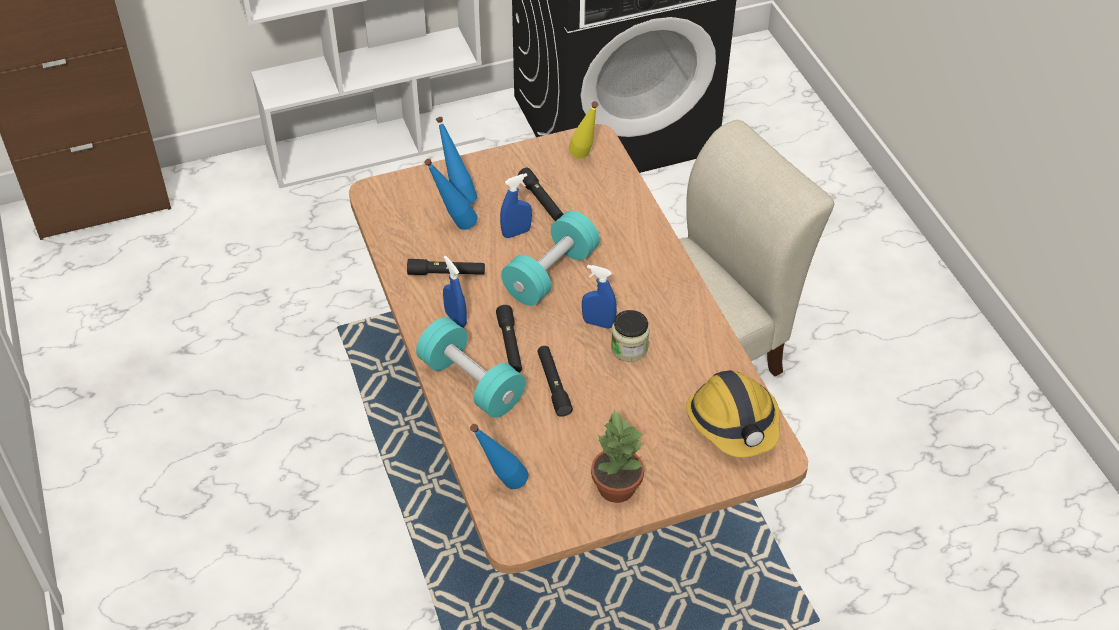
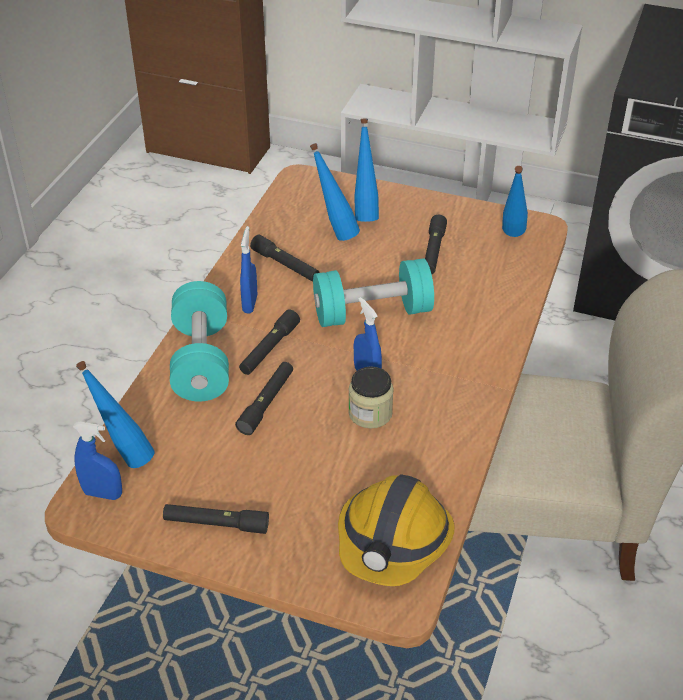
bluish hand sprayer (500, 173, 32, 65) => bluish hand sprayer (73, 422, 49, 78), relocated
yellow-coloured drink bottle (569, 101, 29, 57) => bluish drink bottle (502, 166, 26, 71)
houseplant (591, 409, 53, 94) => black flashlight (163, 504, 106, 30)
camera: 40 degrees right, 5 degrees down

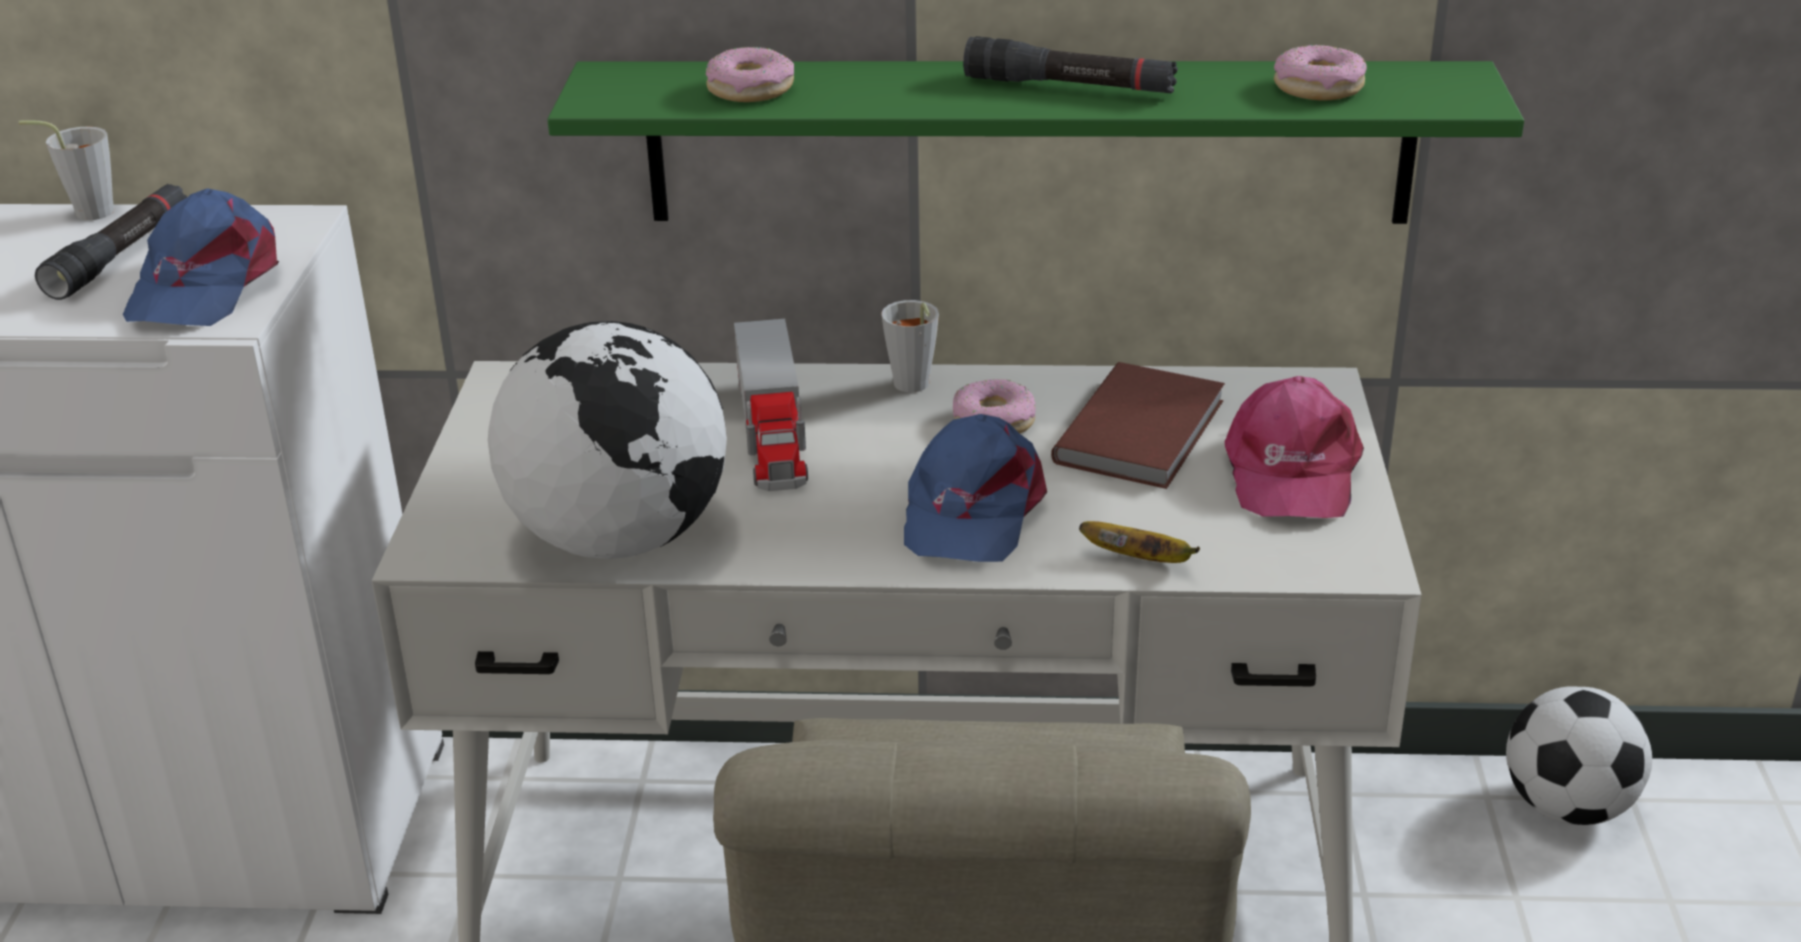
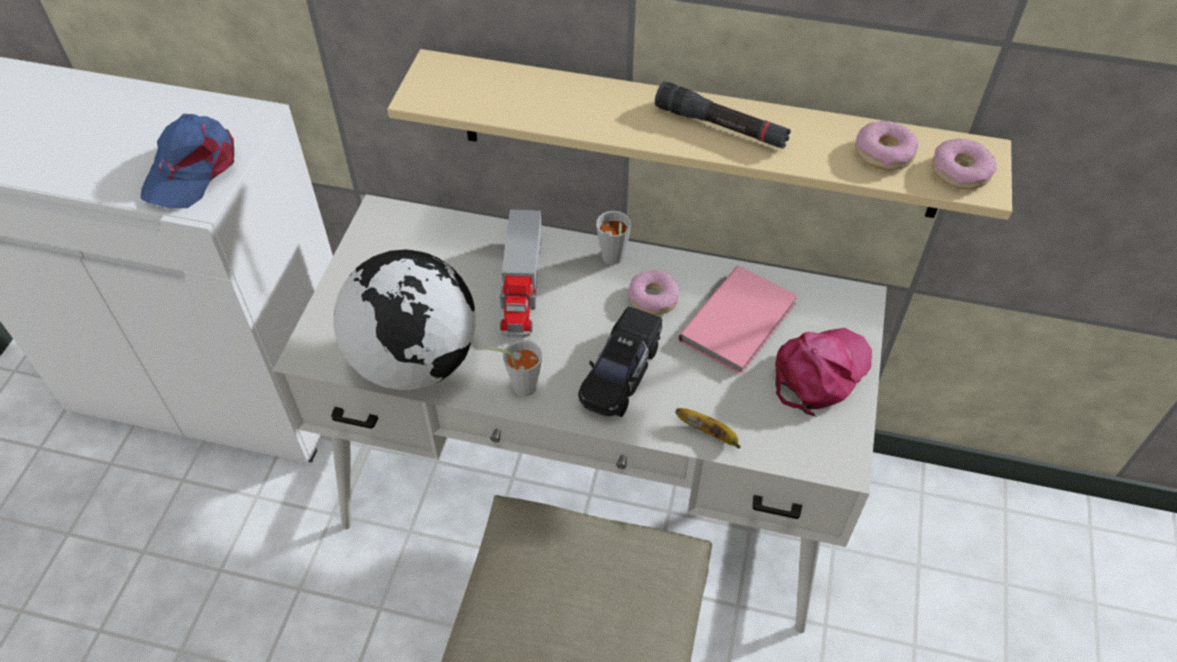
gray cup (19, 120, 95, 100) => gray cup (488, 340, 54, 57), relocated
black flashlight (35, 184, 152, 116) => nothing
greenish wall shelf (547, 61, 977, 163) => sand-coloured wall shelf (387, 49, 625, 171)
ring doughnut (706, 47, 88, 55) => ring doughnut (932, 139, 65, 51), relocated
bluish cap (904, 414, 143, 148) => black model car (578, 307, 84, 110)
brownish book (1051, 362, 174, 127) => pinkish book (678, 266, 120, 109)
pinkish cap (1225, 376, 139, 142) => pinkish cap (775, 328, 97, 88), 150 degrees counterclockwise
football (1506, 686, 146, 139) => nothing
camera: 10 degrees right, 20 degrees up

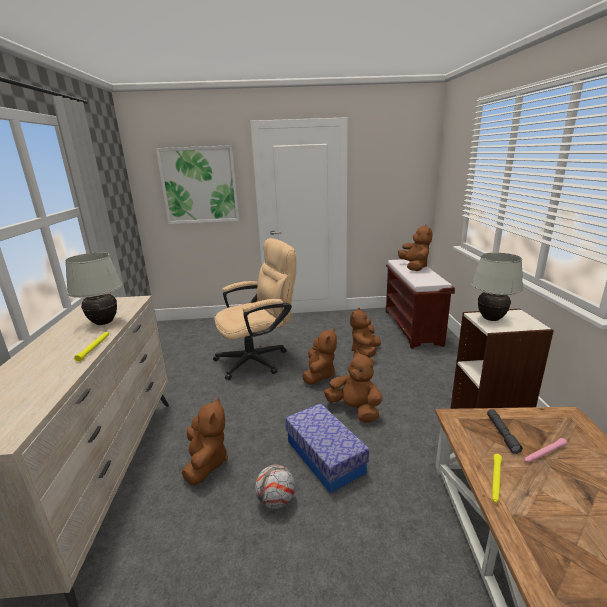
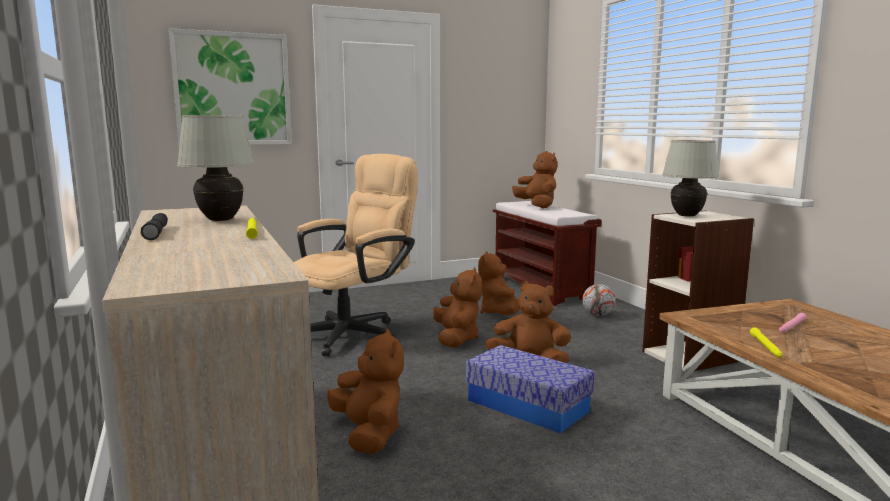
football (255, 465, 40, 44) => football (582, 284, 34, 32), relocated
gray flashlight (487, 409, 36, 45) => gray flashlight (141, 213, 27, 27), relocated
camera: 20 degrees left, 10 degrees down

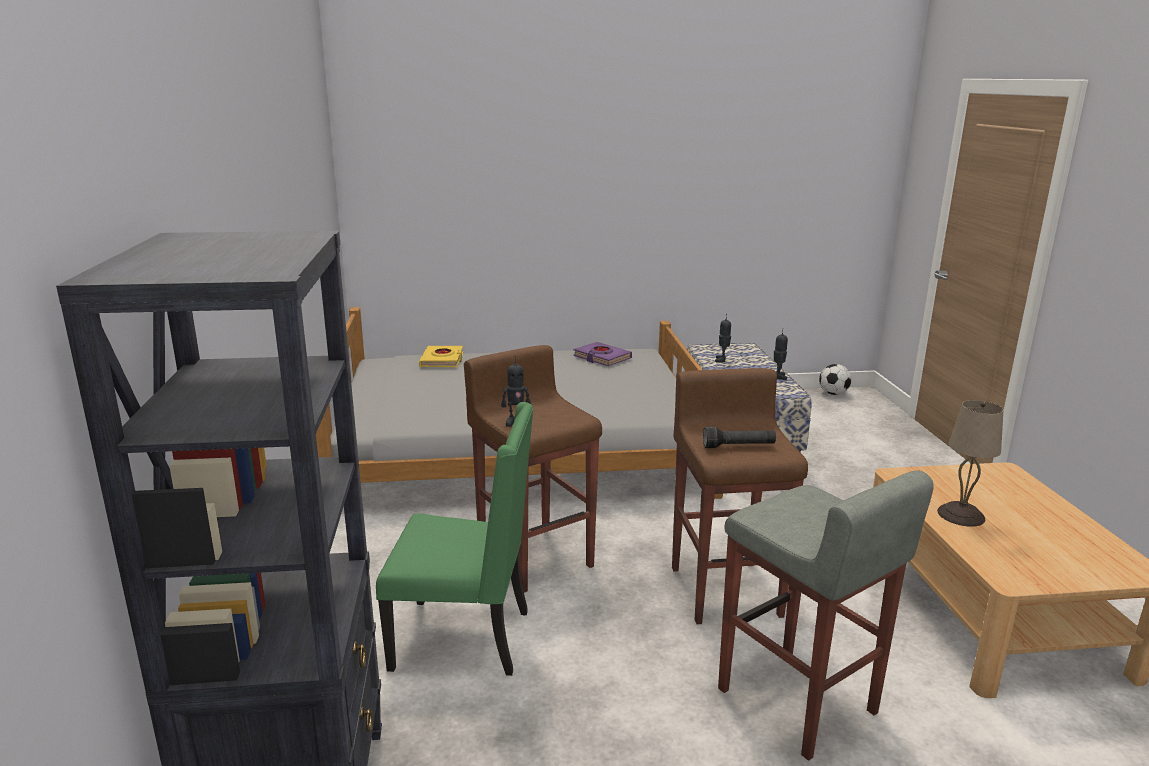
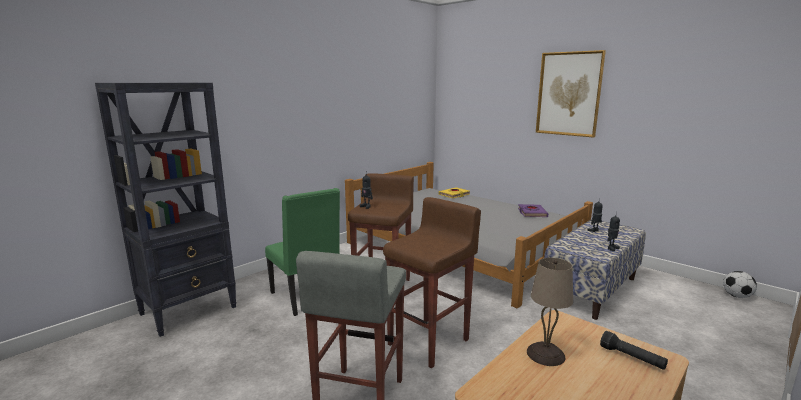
black flashlight (703, 427, 73, 21) => black flashlight (600, 331, 68, 39), relocated
nothing => wall art (536, 50, 70, 88)
camera: 50 degrees right, 5 degrees down

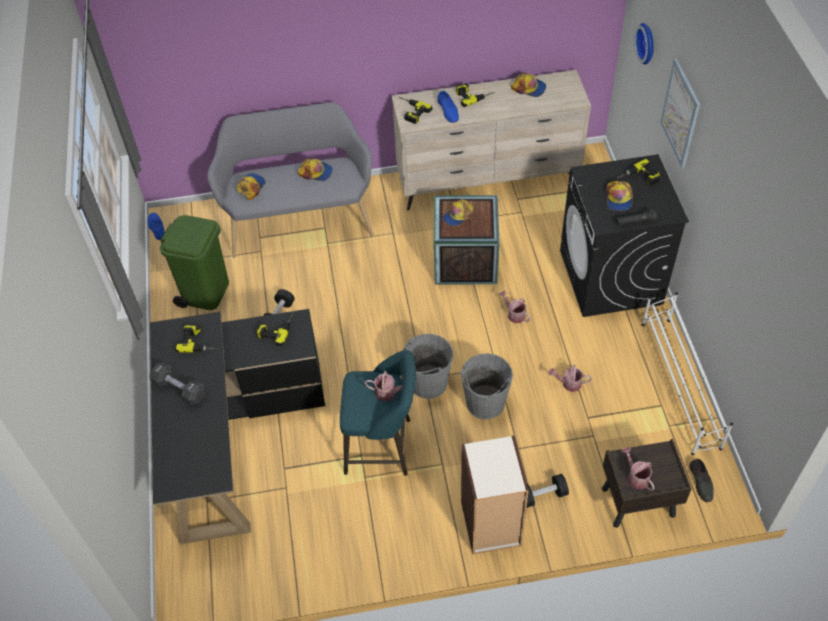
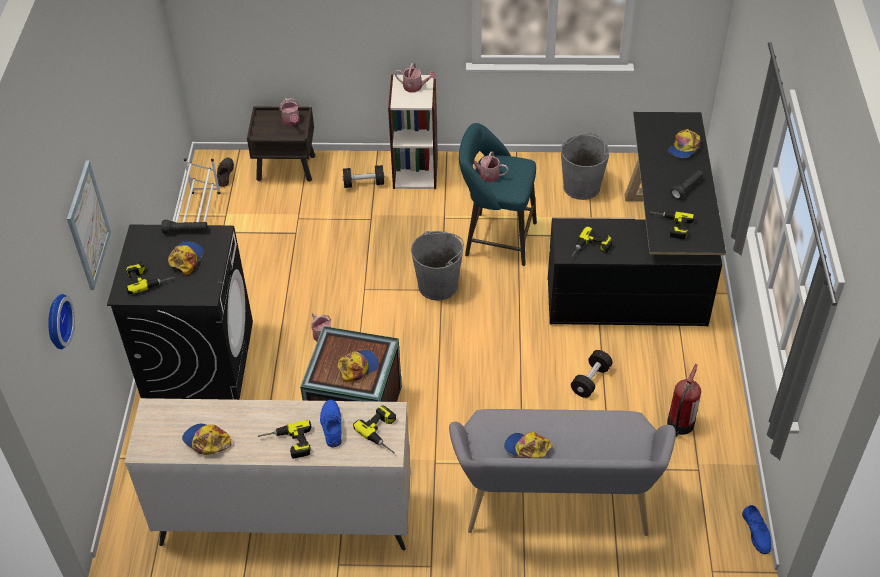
black dumbbell (149, 362, 56, 43) => black flashlight (671, 170, 33, 29)
greenish waste bin (160, 215, 69, 95) => extinguisher (667, 364, 34, 73)
cap (236, 173, 30, 27) => cap (668, 129, 32, 29), relocated
gray pail (461, 353, 52, 66) => gray pail (561, 133, 49, 67), relocated
sprinkling can (548, 364, 44, 28) => sprinkling can (395, 63, 41, 29), relocated
camera: 170 degrees left, 5 degrees down

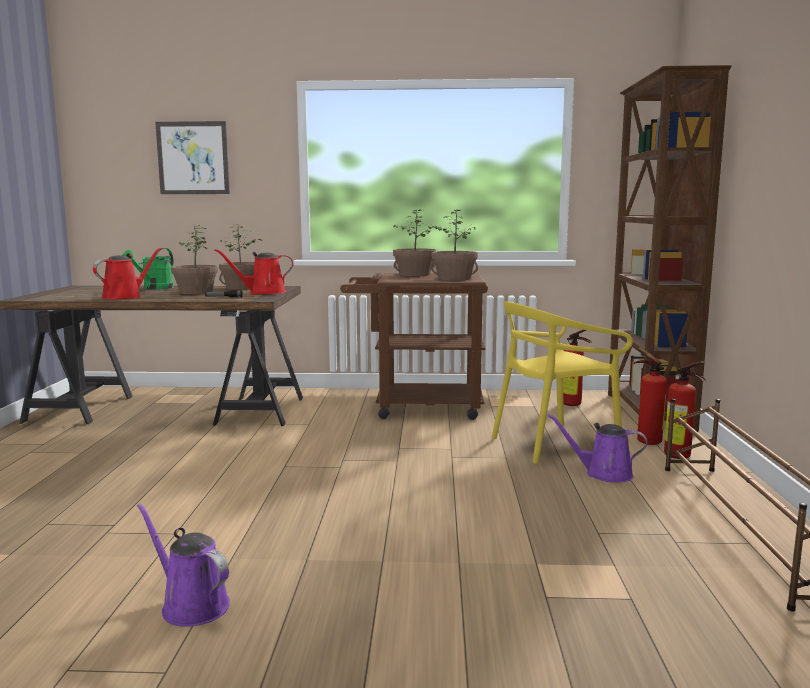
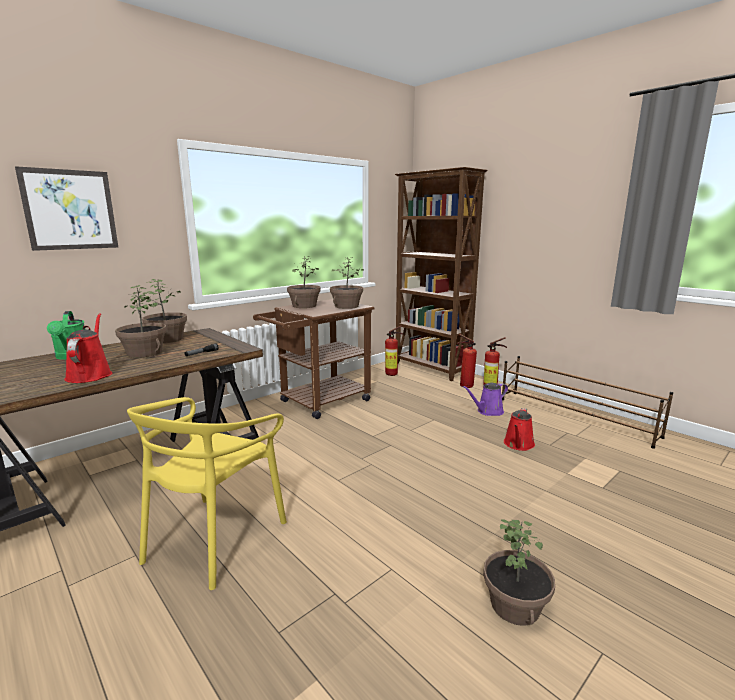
purplish sprinkling can (137, 503, 93, 124) => houseplant (483, 519, 72, 107)
reddish sprinkling can (215, 249, 79, 45) => reddish sprinkling can (504, 408, 31, 43), relocated
yellow-coloured upright chair (492, 301, 141, 163) => yellow-coloured upright chair (127, 397, 160, 193), relocated
camera: 45 degrees left, 5 degrees up

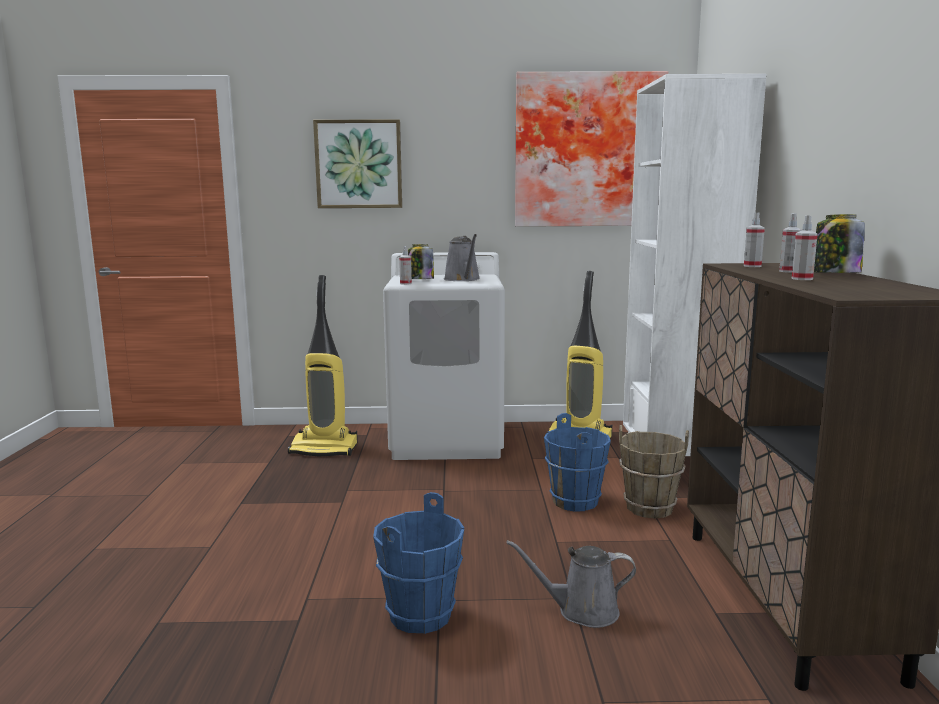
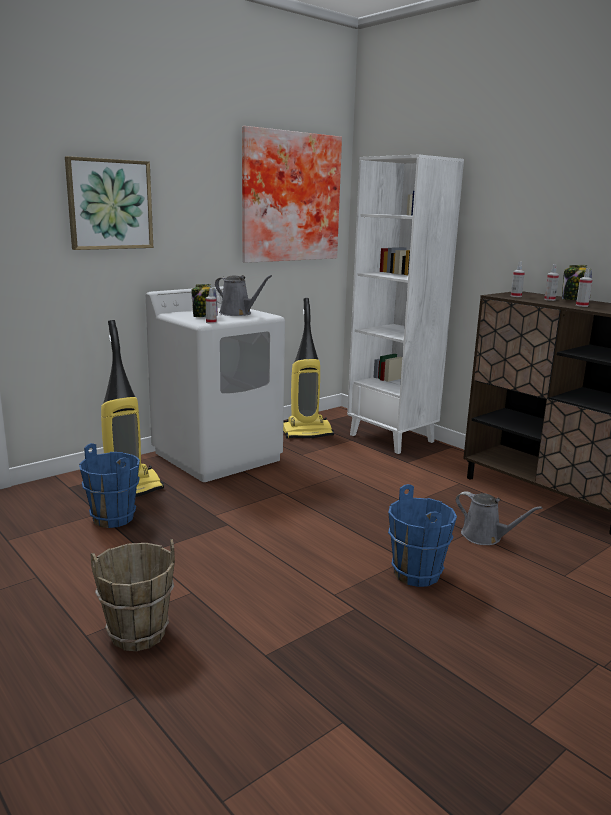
gray sprinkling can (506, 540, 130, 88) => gray sprinkling can (456, 491, 87, 54), 105 degrees counterclockwise
bluish pail (544, 413, 67, 99) => bluish pail (79, 443, 61, 85), relocated
brownish pail (619, 425, 70, 94) => brownish pail (90, 539, 85, 112), relocated
camera: 40 degrees left, 5 degrees up

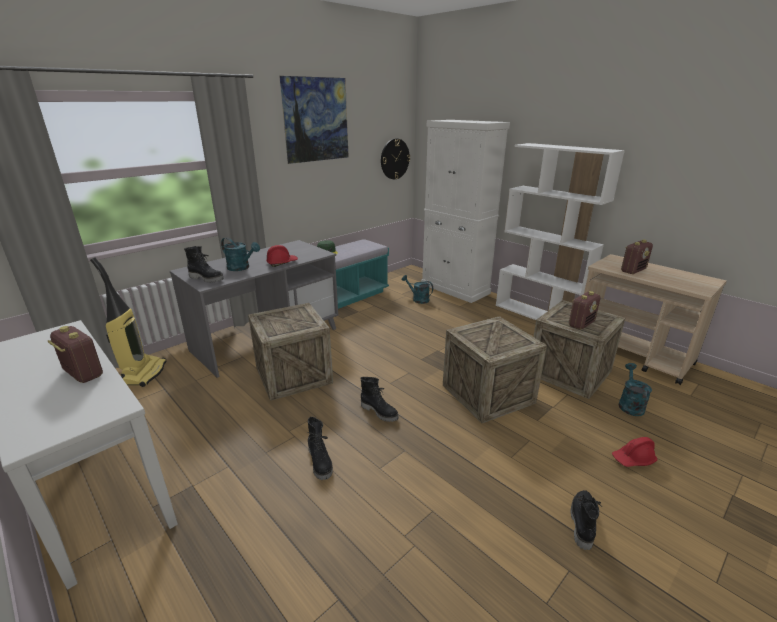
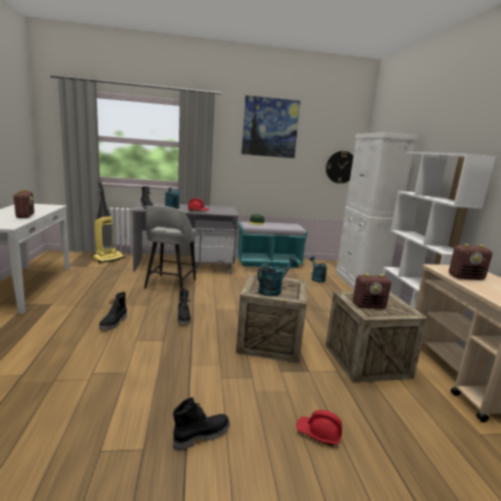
crate (248, 303, 85, 98) => gray sitting stool (144, 206, 52, 83)
turquoise sprinkling can (619, 363, 33, 53) => turquoise sprinkling can (257, 257, 40, 39), relocated
camera: 35 degrees right, 10 degrees down

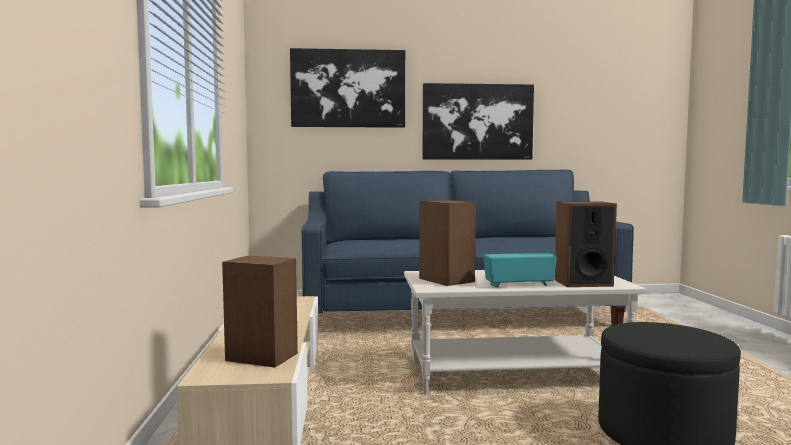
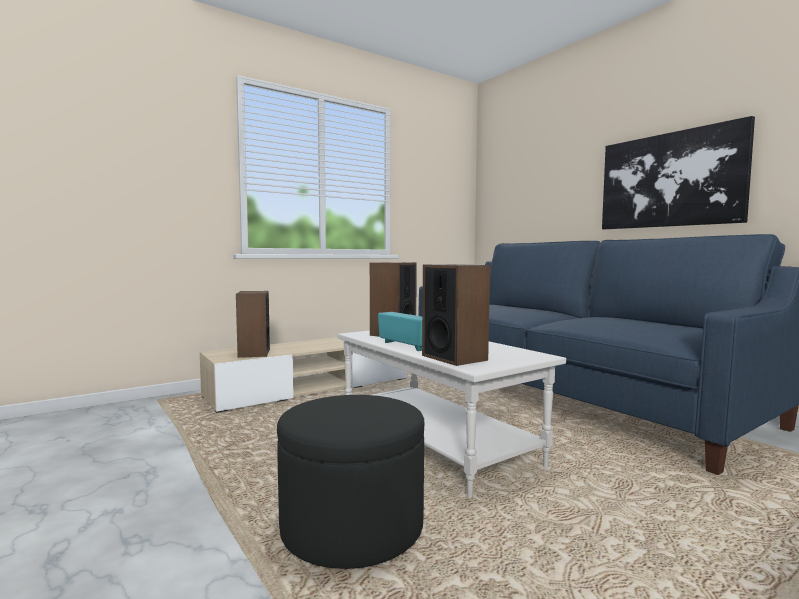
wall art (290, 48, 115, 80) => nothing
camera: 60 degrees right, 0 degrees up

